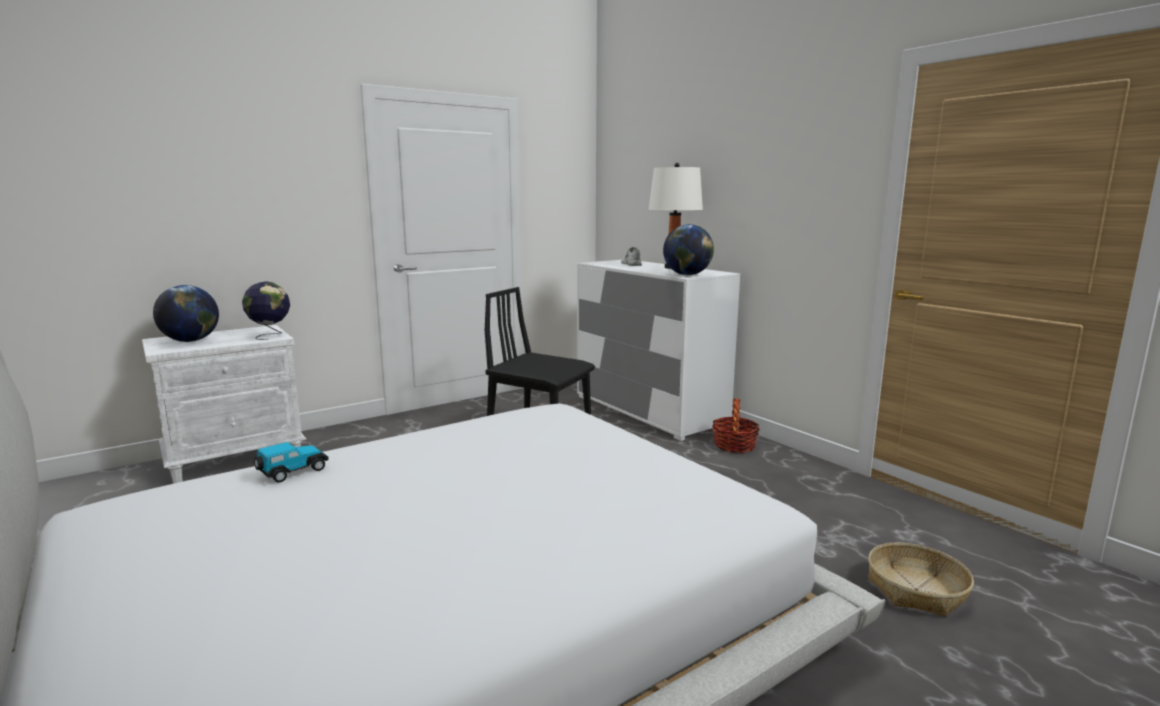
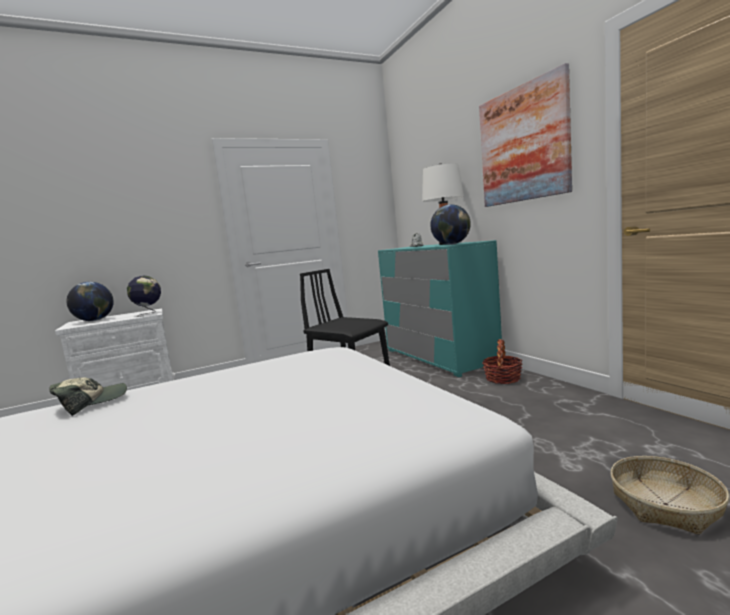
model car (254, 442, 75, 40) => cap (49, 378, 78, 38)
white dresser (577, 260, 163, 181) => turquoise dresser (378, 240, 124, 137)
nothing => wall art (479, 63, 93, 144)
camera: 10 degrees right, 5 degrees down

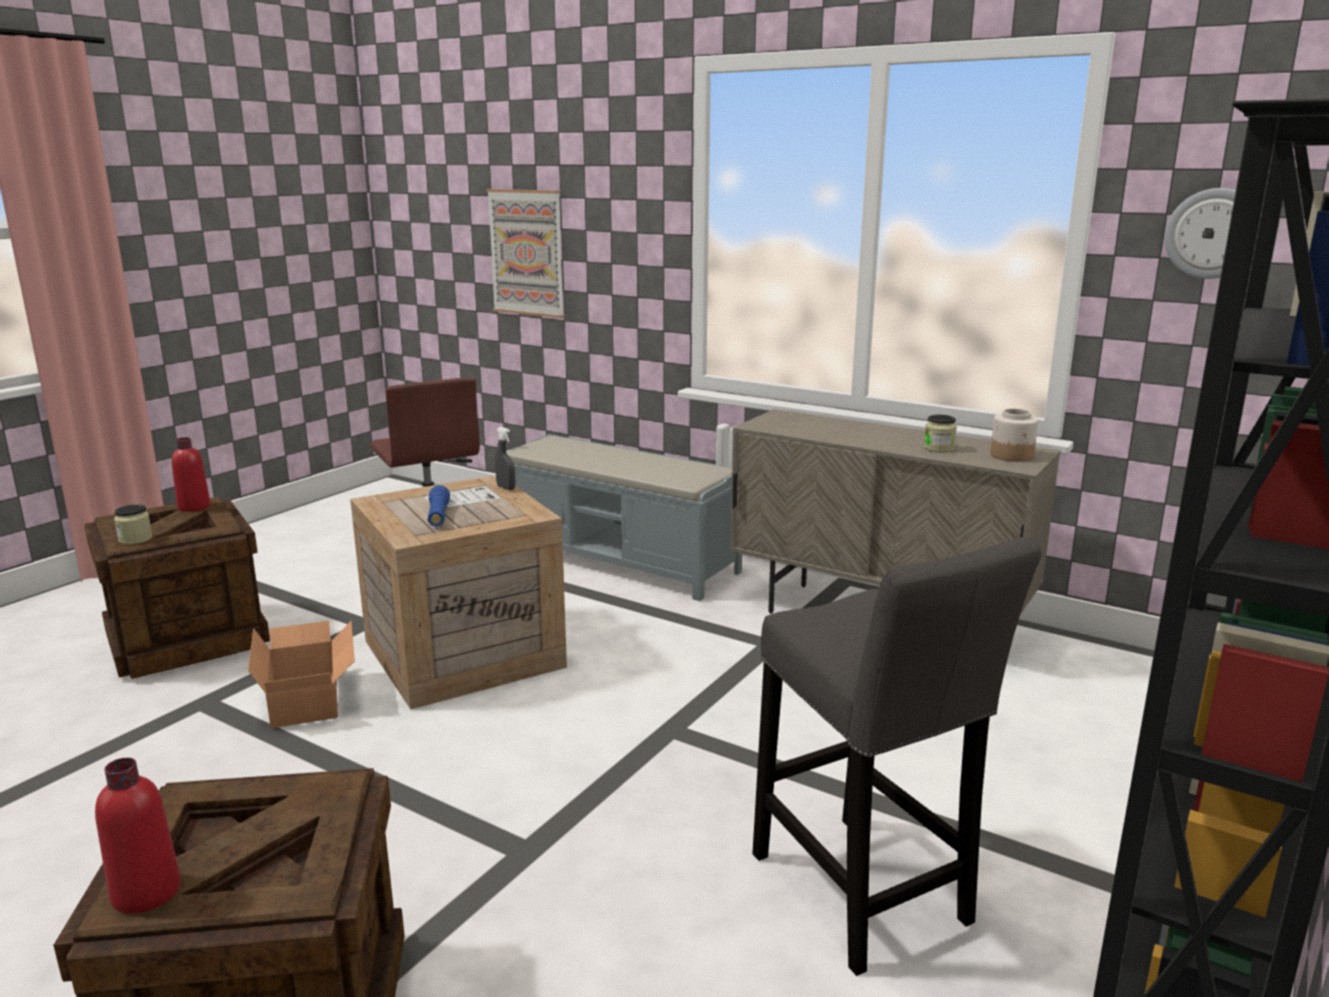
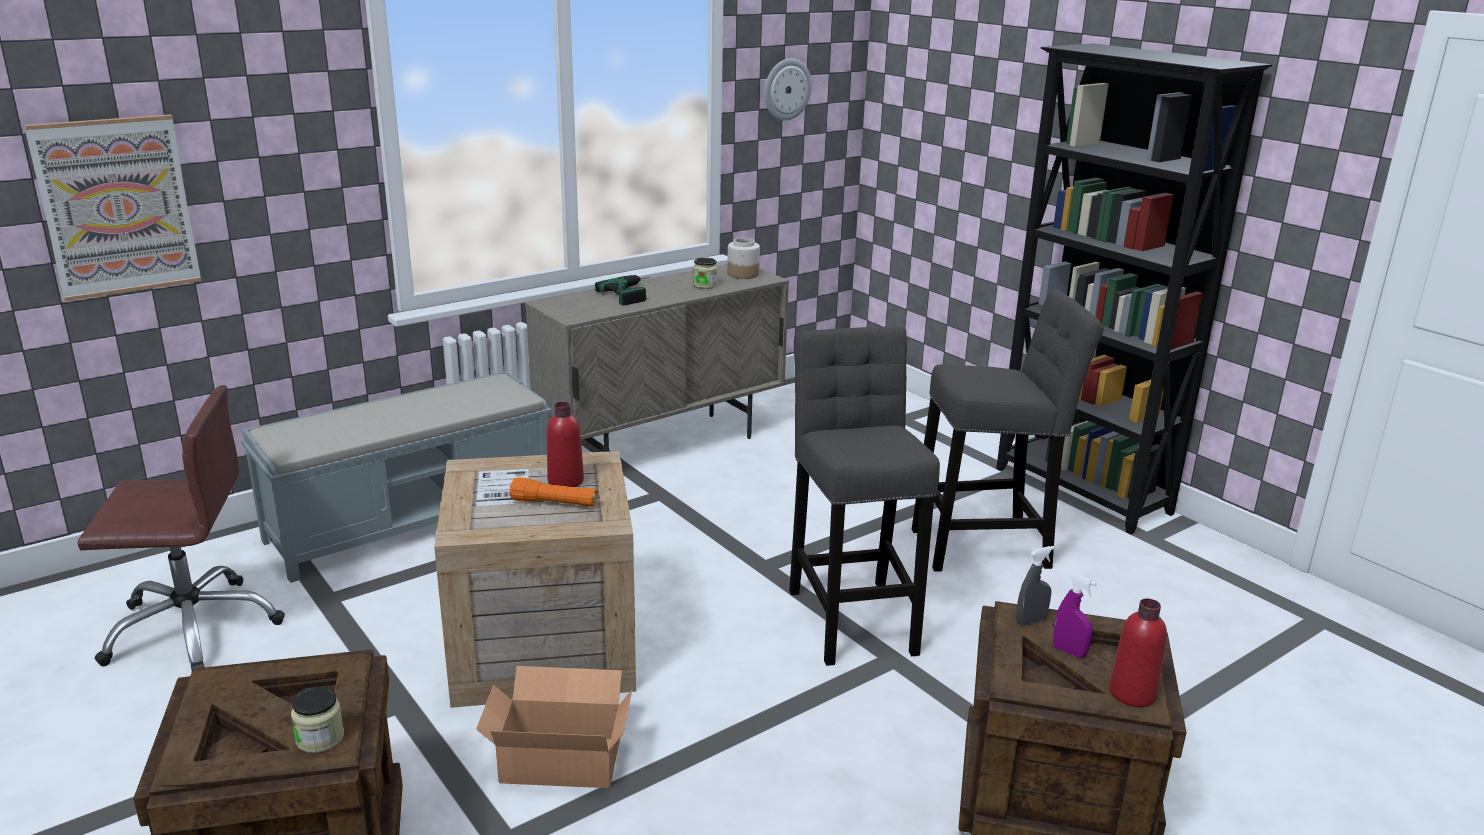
reddish drink bottle (172, 437, 38, 75) => reddish drink bottle (547, 402, 37, 85), relocated
bluish flashlight (428, 485, 22, 42) => orange-coloured flashlight (509, 477, 89, 30)
gray hand sprayer (495, 427, 20, 63) => gray hand sprayer (1017, 546, 38, 79), relocated
nothing => drill (595, 275, 55, 31)
nothing => gray sitting stool (789, 327, 151, 339)
nothing => purplish hand sprayer (1053, 574, 43, 84)
camera: 70 degrees left, 5 degrees up

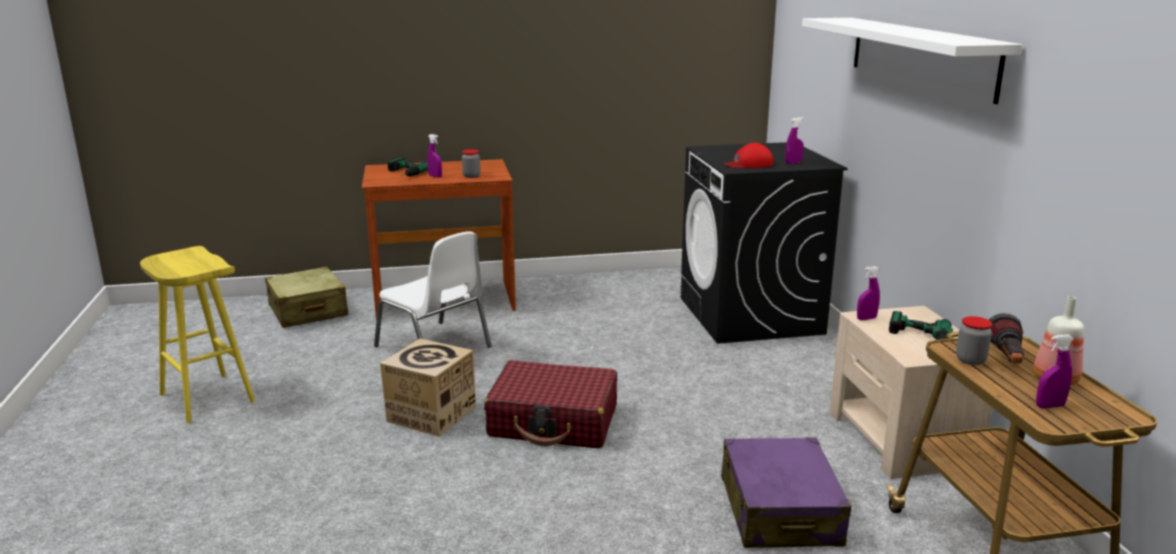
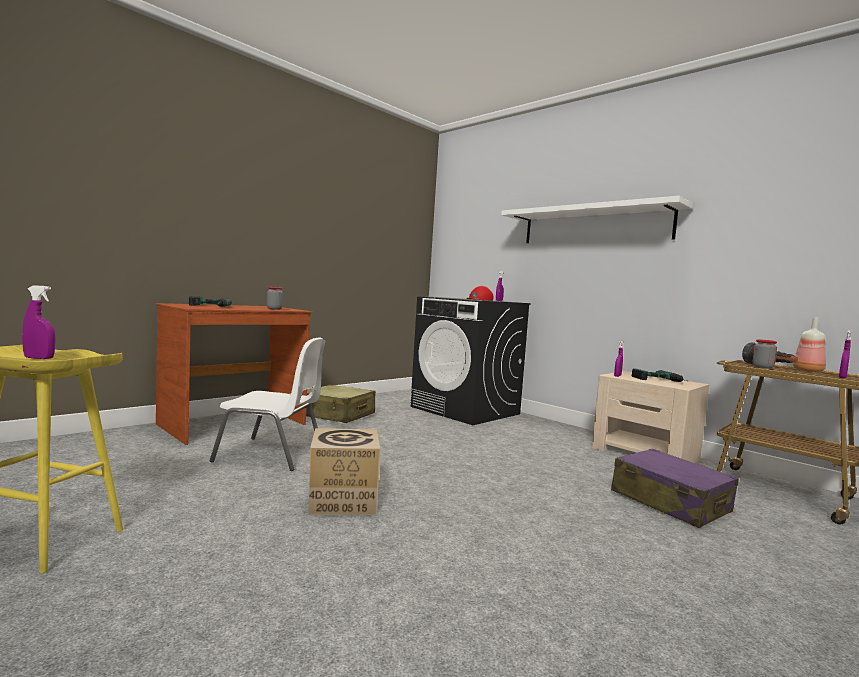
sand-coloured suitcase (265, 266, 84, 62) => sand-coloured suitcase (306, 385, 70, 38), relocated
purplish hand sprayer (427, 134, 15, 44) => purplish hand sprayer (22, 285, 33, 74), relocated
reddish suitcase (484, 360, 133, 88) => nothing
camera: 35 degrees left, 15 degrees down

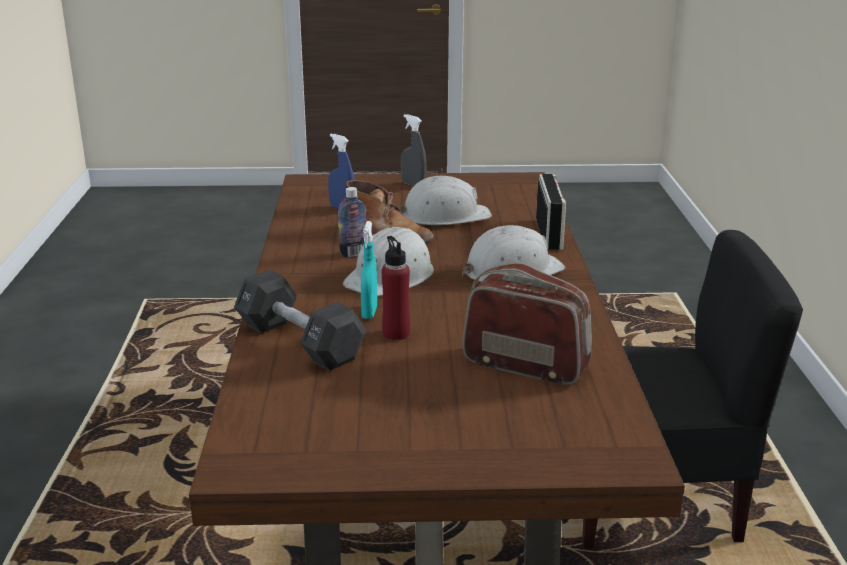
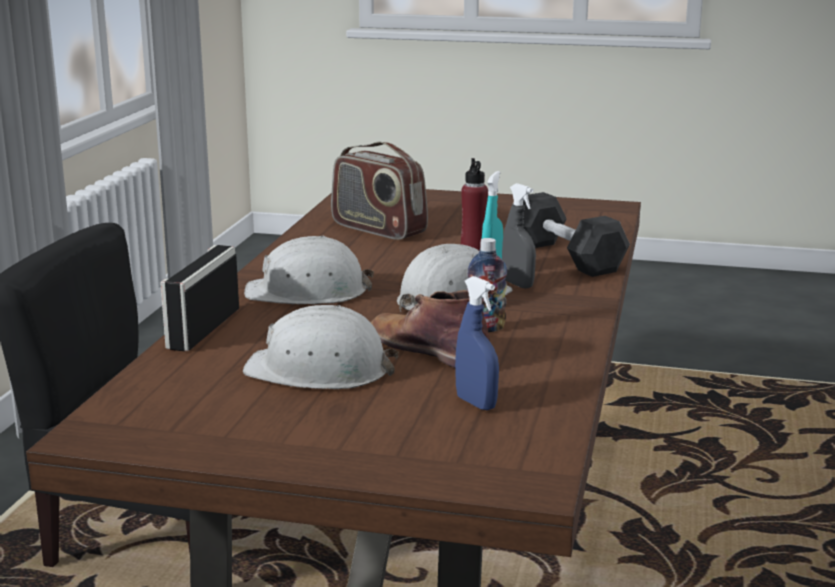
gray hand sprayer (401, 114, 26, 72) => gray hand sprayer (502, 183, 34, 105), relocated
camera: 165 degrees left, 5 degrees down

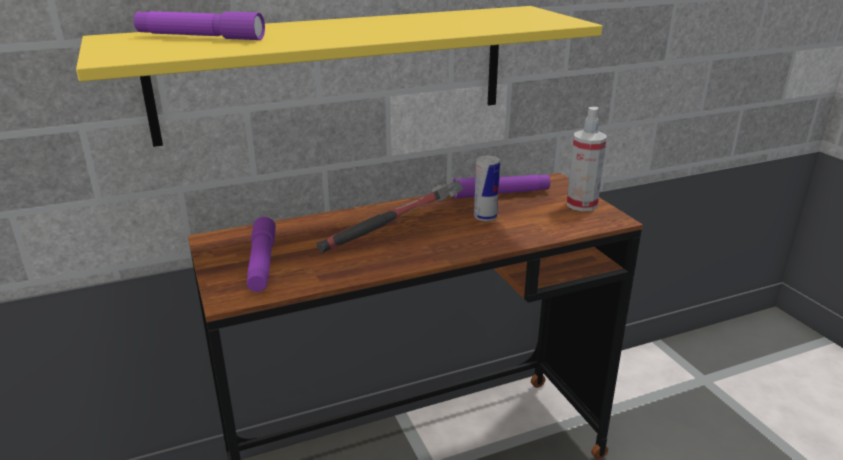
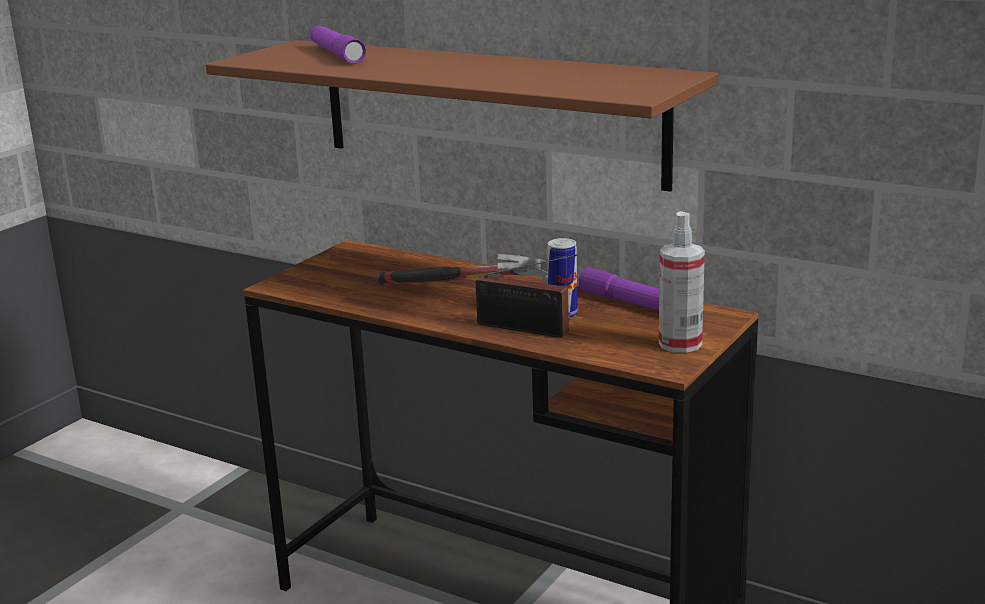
yellow-coloured wall shelf (76, 6, 527, 141) => brownish wall shelf (205, 40, 514, 152)
purplish flashlight (247, 217, 29, 75) => nothing
nothing => radio set (476, 254, 101, 84)
camera: 55 degrees right, 5 degrees down

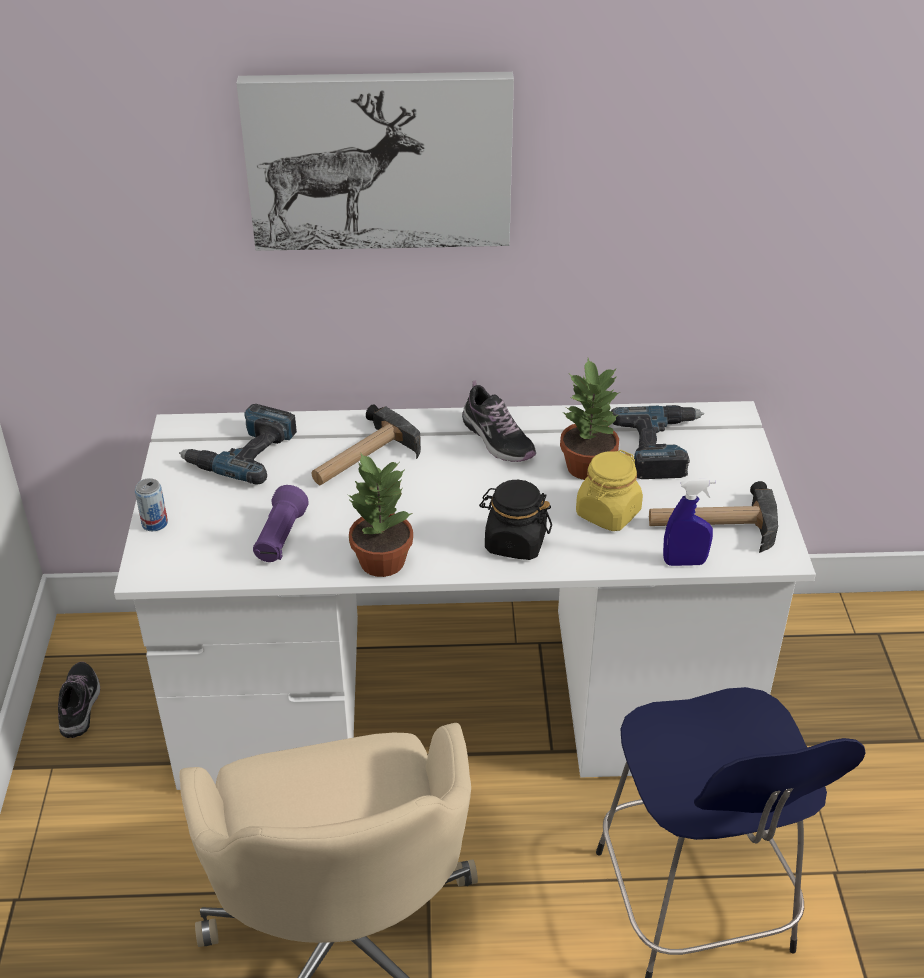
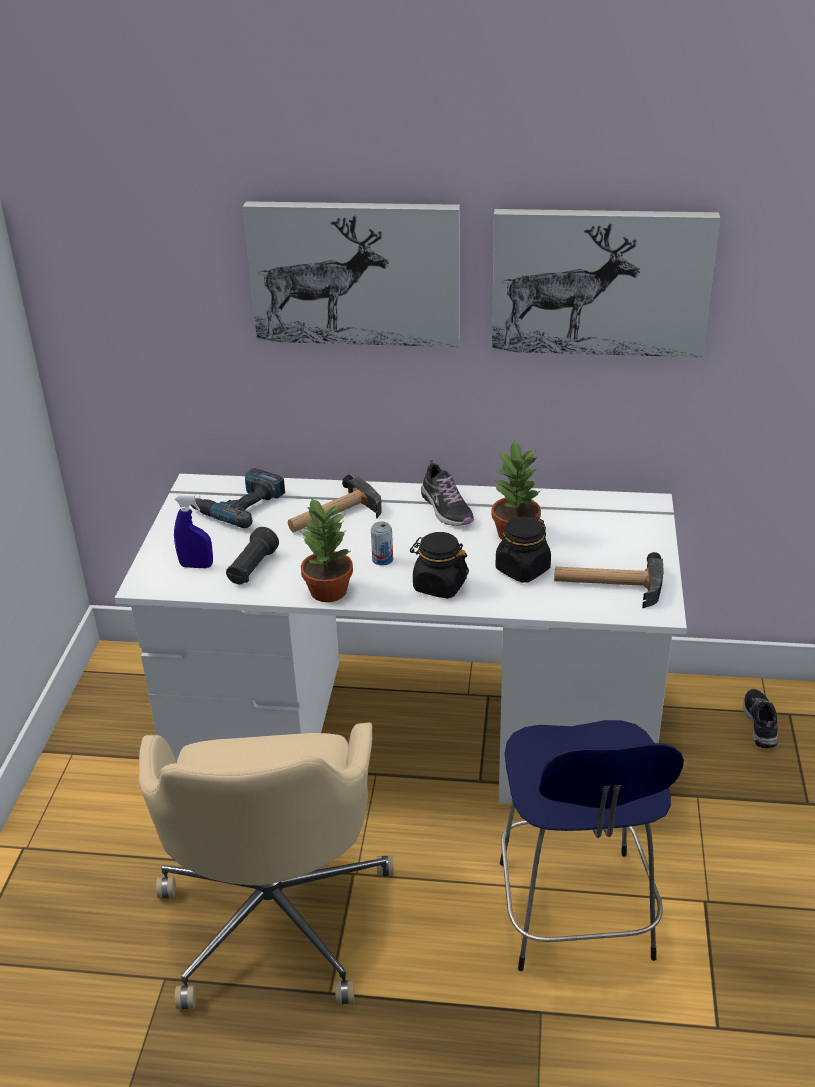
low shoe (58, 662, 42, 76) => low shoe (743, 689, 35, 59), relocated
metal can (135, 478, 33, 53) => metal can (371, 522, 22, 44), relocated
purplish flashlight (253, 485, 56, 77) => black flashlight (226, 527, 53, 57)
yellow-coloured preserve jar (576, 450, 67, 81) => black preserve jar (496, 516, 55, 67)
drill (611, 405, 93, 74) => nothing
bluish hand sprayer (663, 478, 52, 88) => bluish hand sprayer (174, 494, 39, 74), relocated
nothing => wall art (492, 209, 228, 148)
camera: 10 degrees right, 5 degrees down

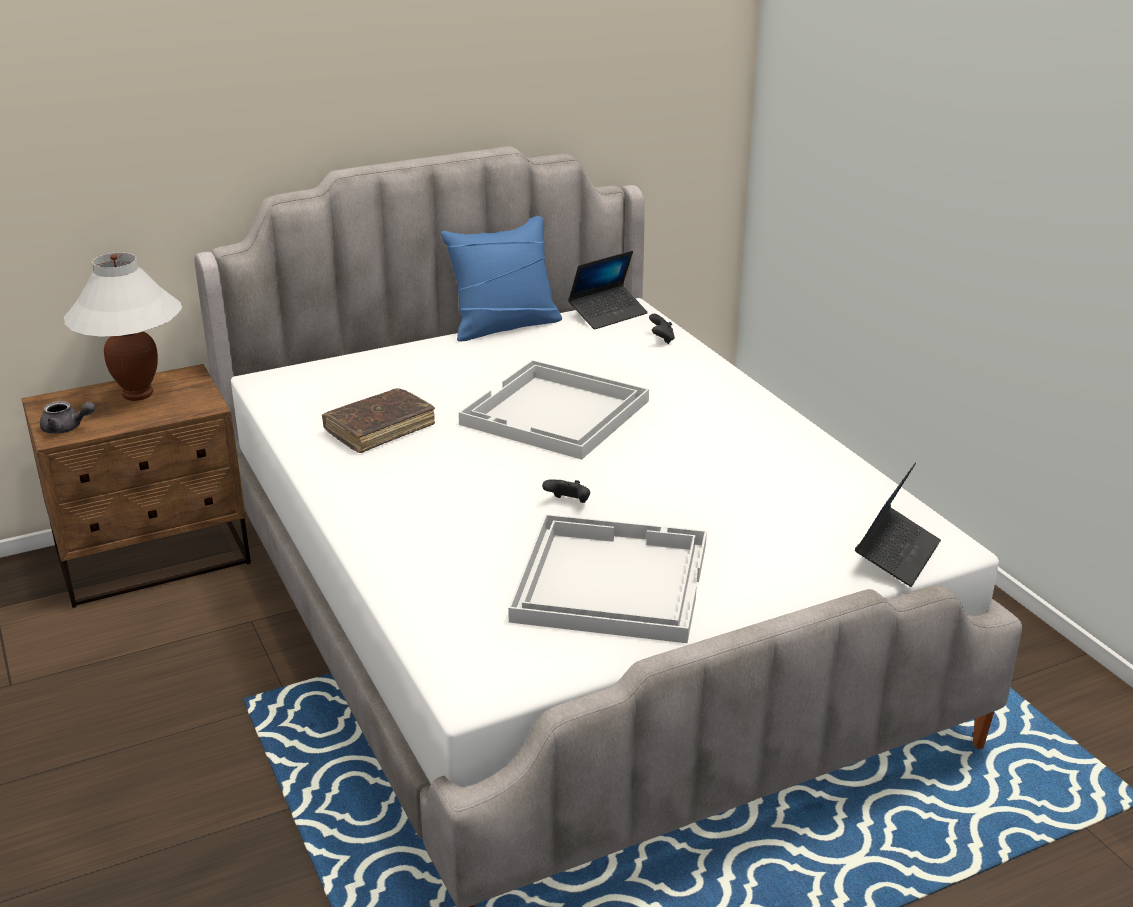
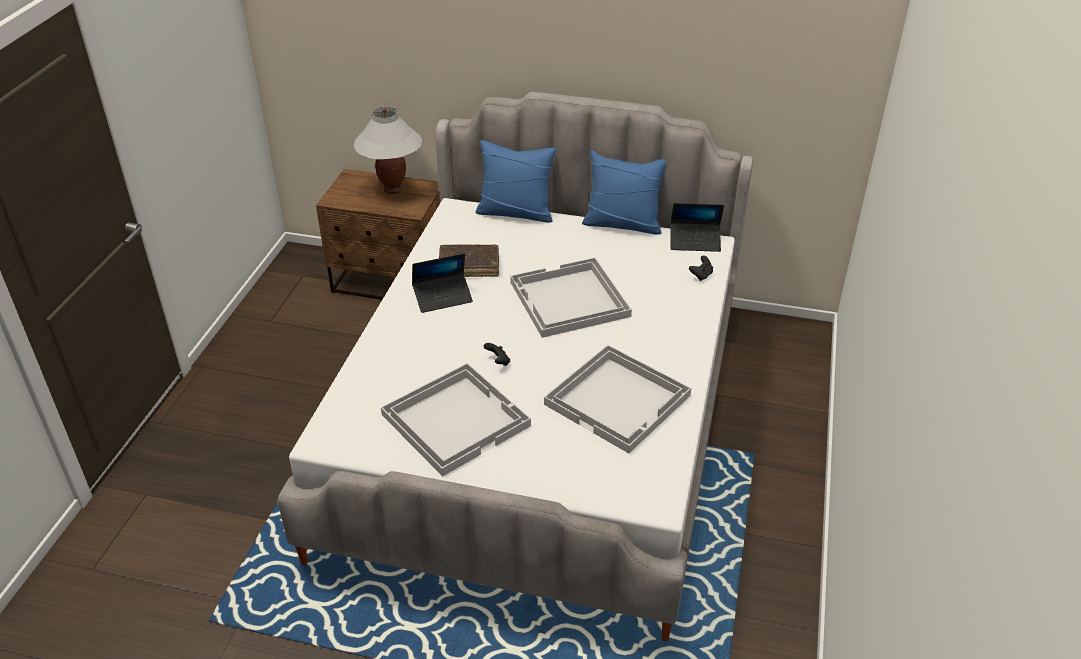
gray teapot (40, 401, 55, 33) => nothing
laptop (855, 462, 86, 125) => laptop (412, 253, 61, 60), relocated
nothing => bluish cushion (475, 140, 81, 82)
nothing => white tray (544, 345, 147, 108)
camera: 40 degrees right, 10 degrees up

